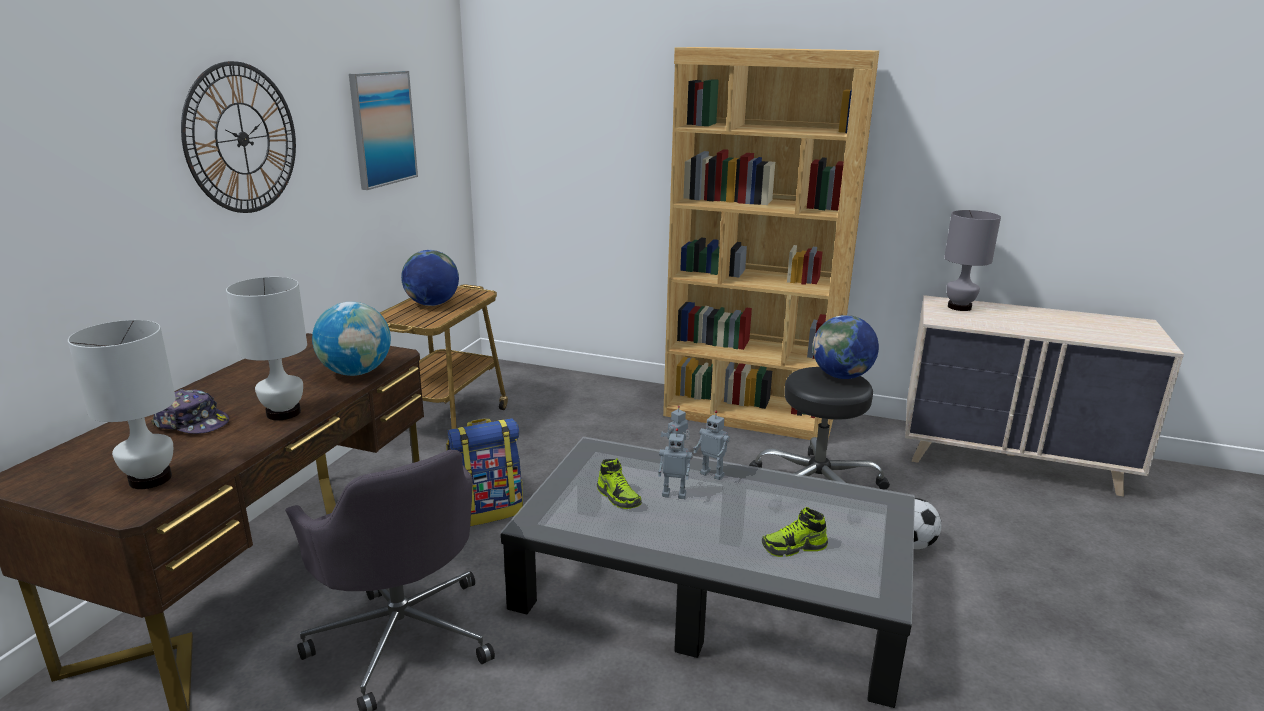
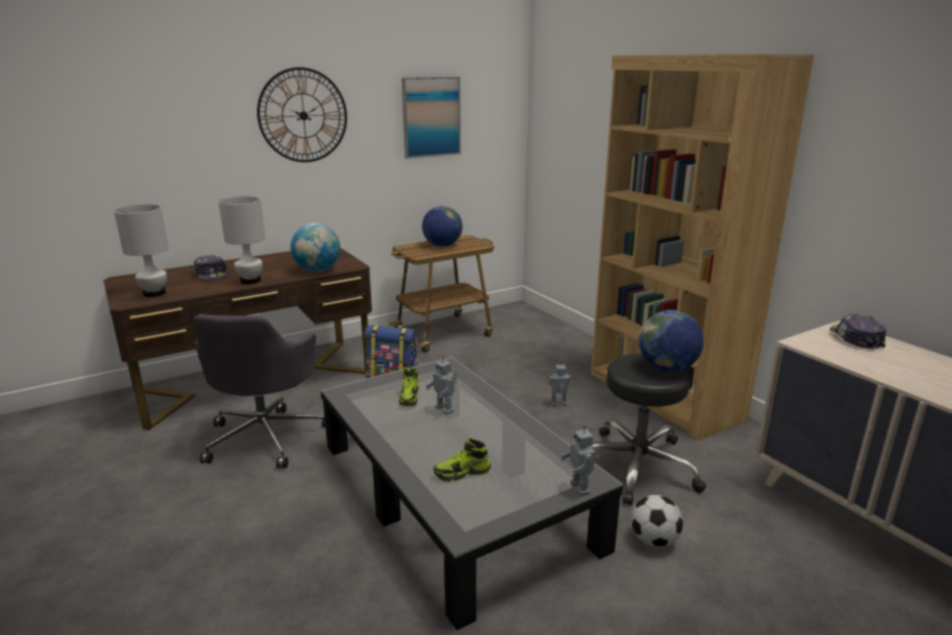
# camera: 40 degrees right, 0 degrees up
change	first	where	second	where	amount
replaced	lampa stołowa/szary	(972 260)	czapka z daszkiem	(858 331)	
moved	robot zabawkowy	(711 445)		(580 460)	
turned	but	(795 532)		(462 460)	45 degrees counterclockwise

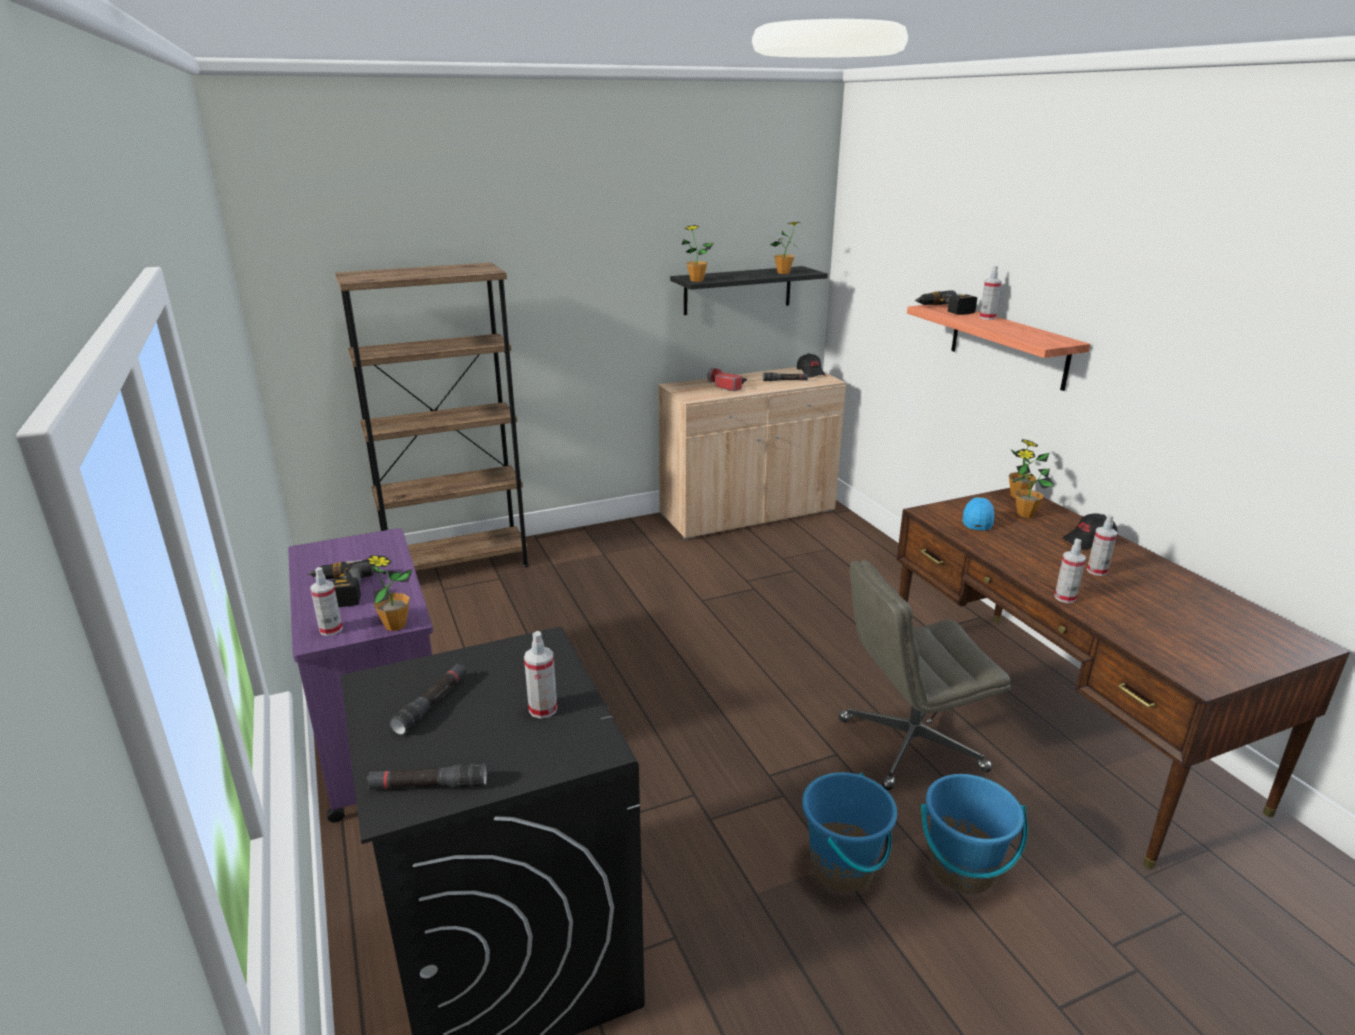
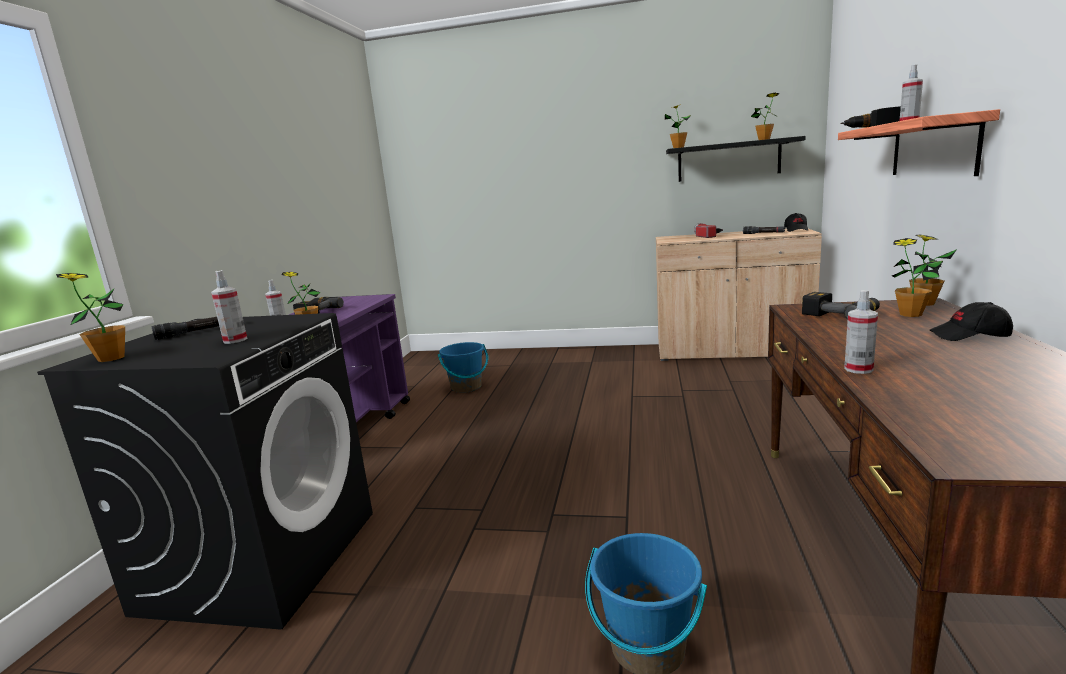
# camera: 35 degrees right, 10 degrees down
change	first	where	second	where	amount
removed	regał/brązowy	(432 417)			
replaced	czapka z daszkiem/niebieski	(978 514)	wiertarka	(841 305)	
removed	spryskiwacz	(1102 545)			
removed	krzesło biurowe/szary	(924 675)			
replaced	latarka/czarny	(426 776)	roślina doniczkowa	(90 317)	
moved	wiadro/niebieski	(849 832)		(463 367)	

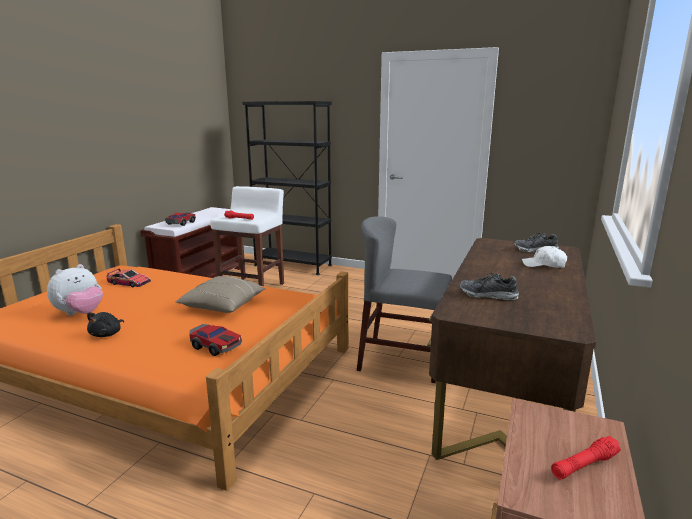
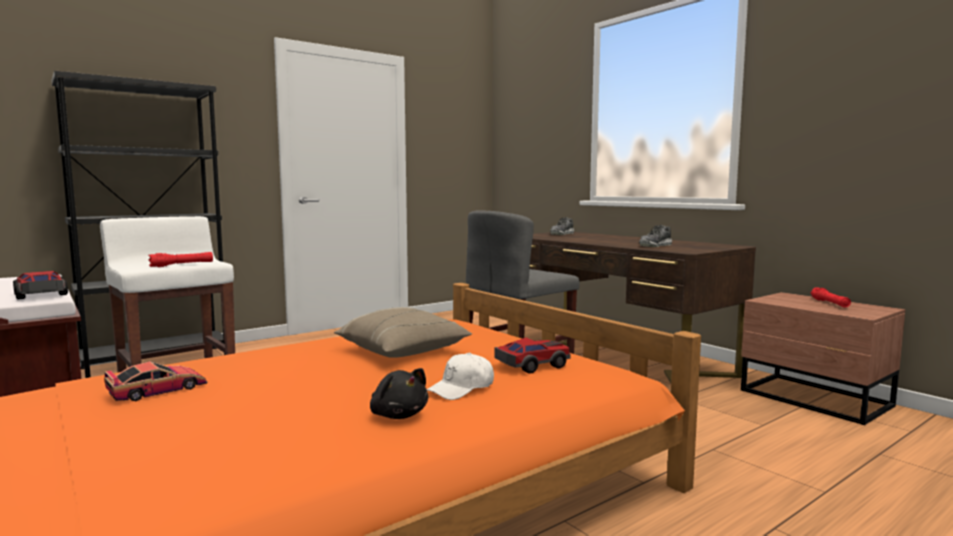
# camera: 60 degrees left, 10 degrees down
change	first	where	second	where	amount
moved	czapka z daszkiem/biały	(544 257)		(460 376)	
removed	pluszak	(75 290)			

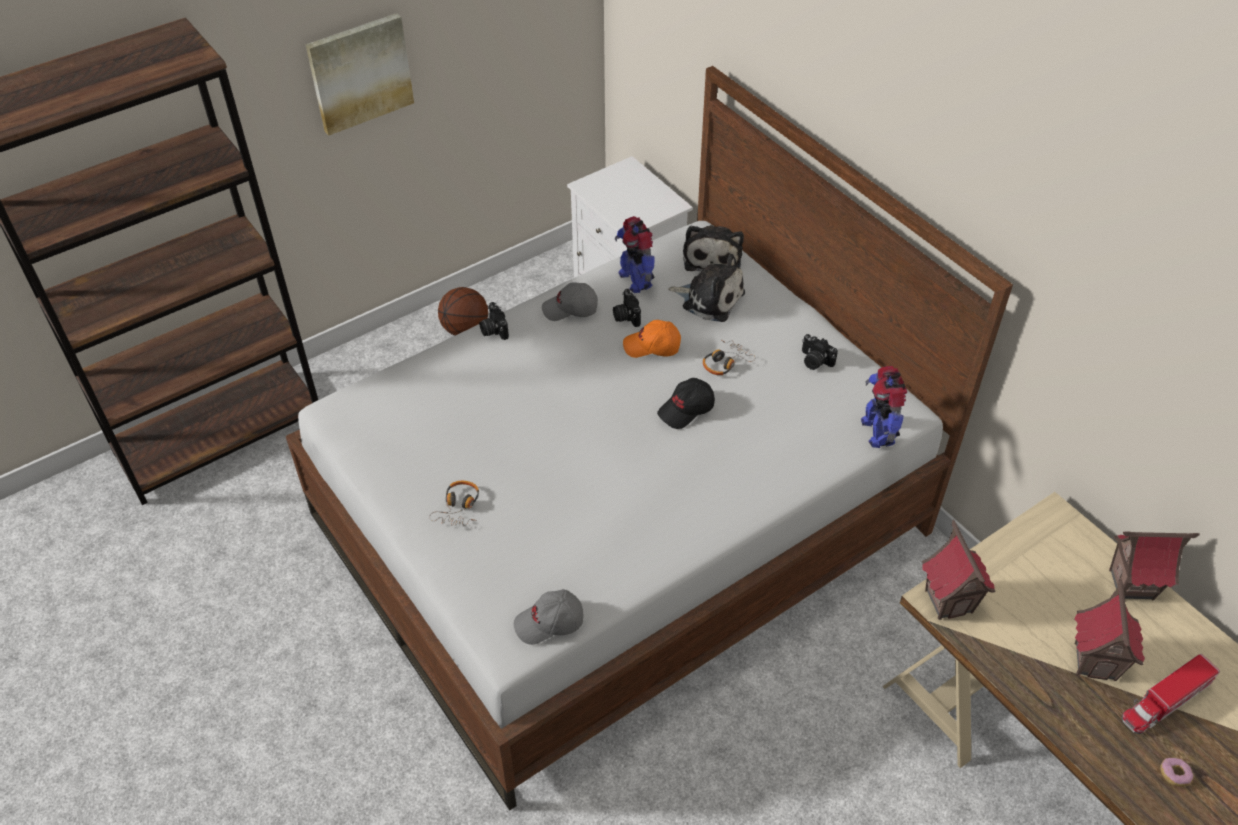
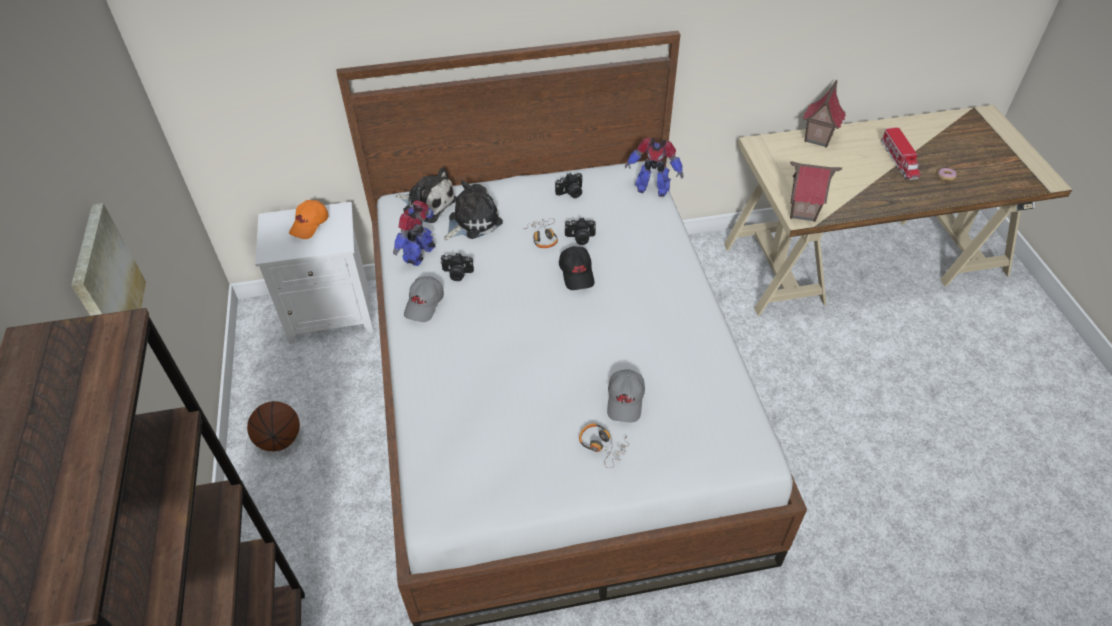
# camera: 65 degrees left, 0 degrees up
change	first	where	second	where	amount
turned	robot zabawkowy	(635 254)		(414 233)	120 degrees clockwise
moved	aparat fotograficzny	(494 321)		(580 231)	
moved	czapka z daszkiem/pomarańczowy	(652 339)		(309 219)	
removed	domek	(1109 630)			
moved	czapka z daszkiem/szary	(549 617)		(626 395)	

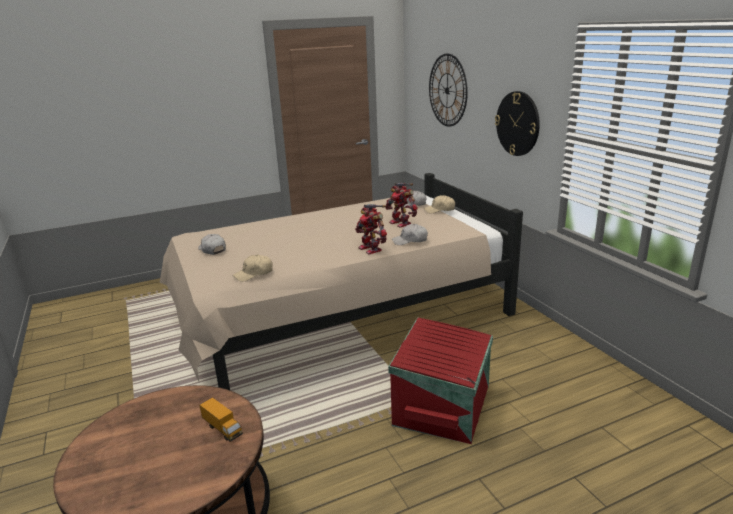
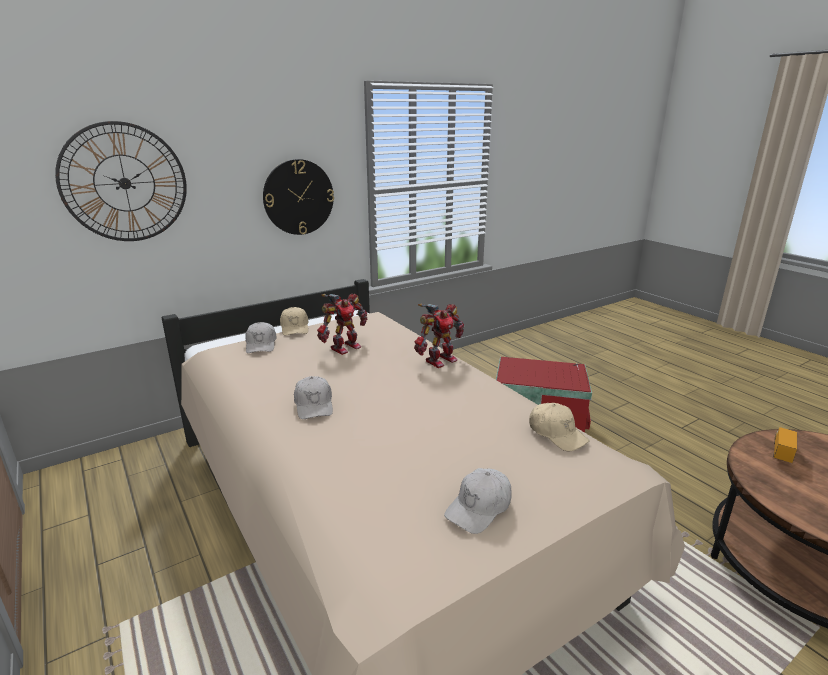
# camera: 100 degrees left, 0 degrees up
change	first	where	second	where	amount
moved	czapka z daszkiem/biały	(410 234)		(313 397)	

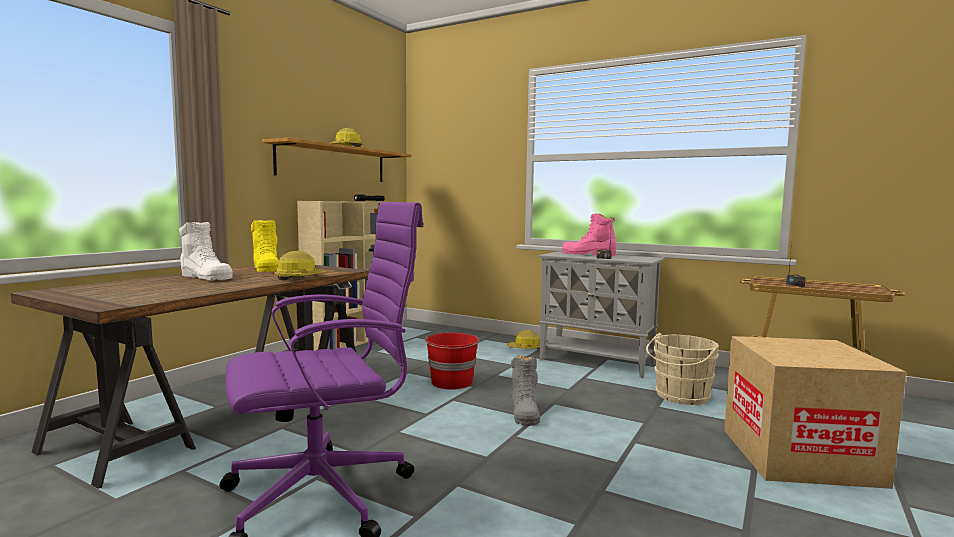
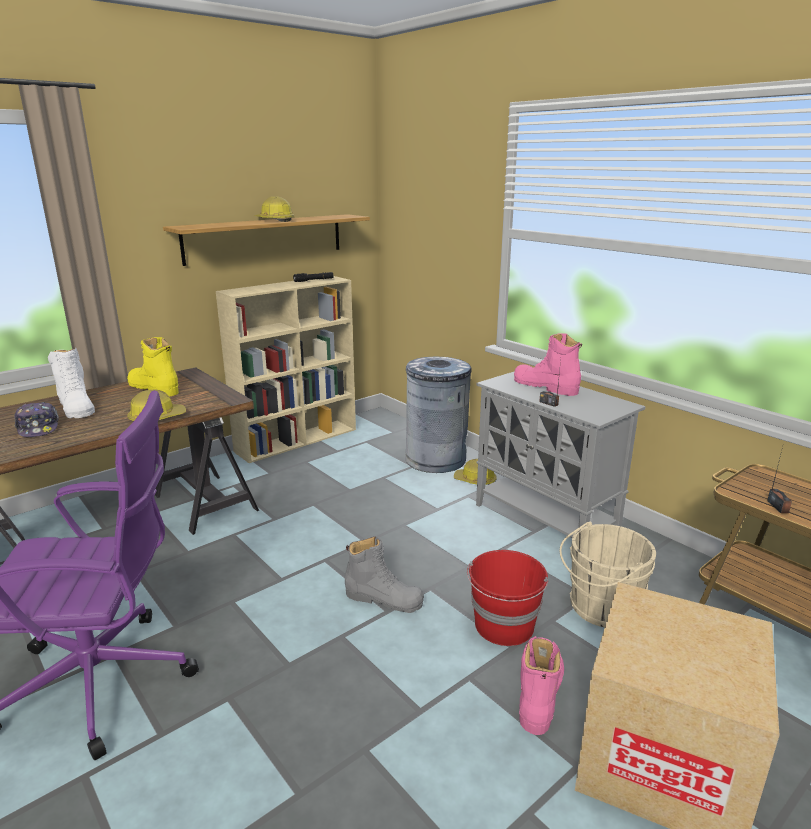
# camera: 20 degrees right, 15 degrees up
change	first	where	second	where	amount
turned	but z cholewką/żółty	(265 246)		(153 367)	135 degrees clockwise
moved	wiadro/czerwony	(452 361)		(508 598)	
turned	but z cholewką/szary	(525 391)		(384 574)	90 degrees counterclockwise
added			kosz na śmieci/szary	(438 415)	
added			czapka z daszkiem	(36 419)	
added			but z cholewką/różowy	(541 685)	

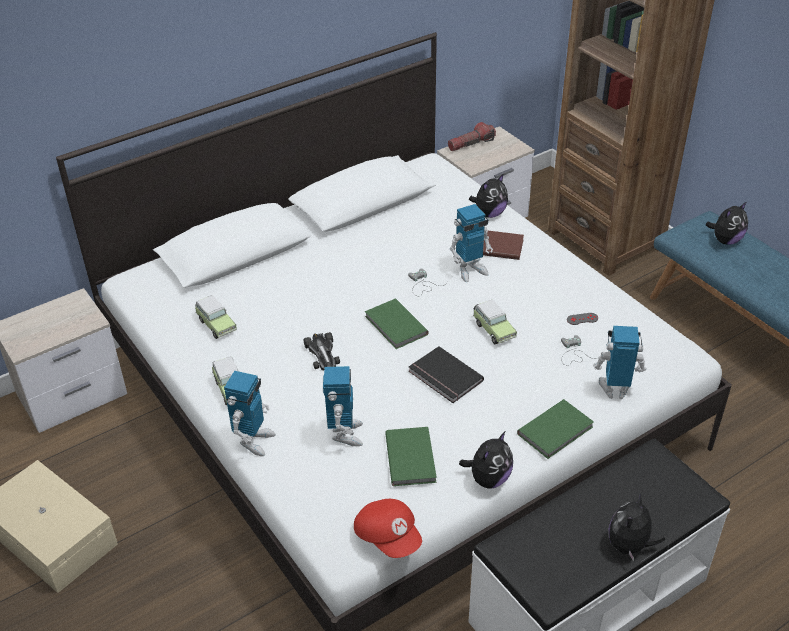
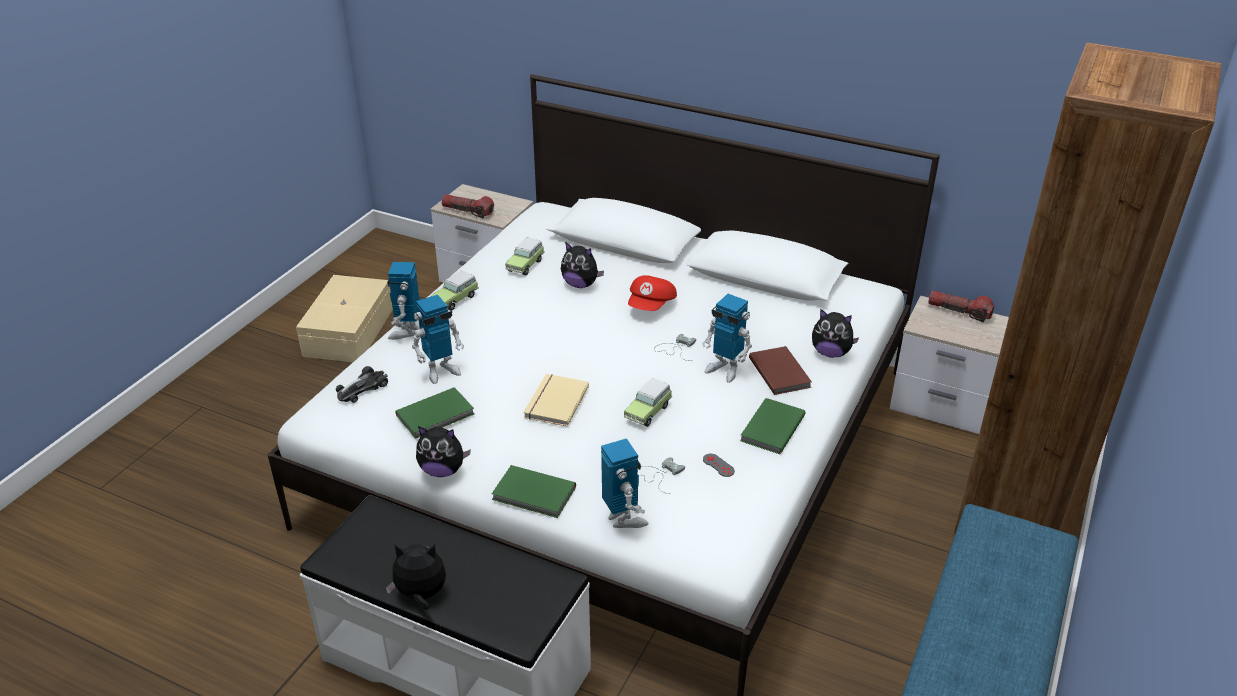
# camera: 60 degrees right, 5 degrees down
change	first	where	second	where	amount
moved	pluszak	(727 223)		(582 265)	
moved	książka/zielony	(397 323)		(773 426)	
moved	samochodzik	(322 351)		(362 384)	
recoloured	książka/czarny	(446 374)	książka/beżowy	(556 400)	
turned	robot zabawkowy	(250 413)		(403 301)	105 degrees clockwise
moved	czapka z daszkiem/czerwony	(388 528)		(652 293)	
added			latarka	(467 206)	

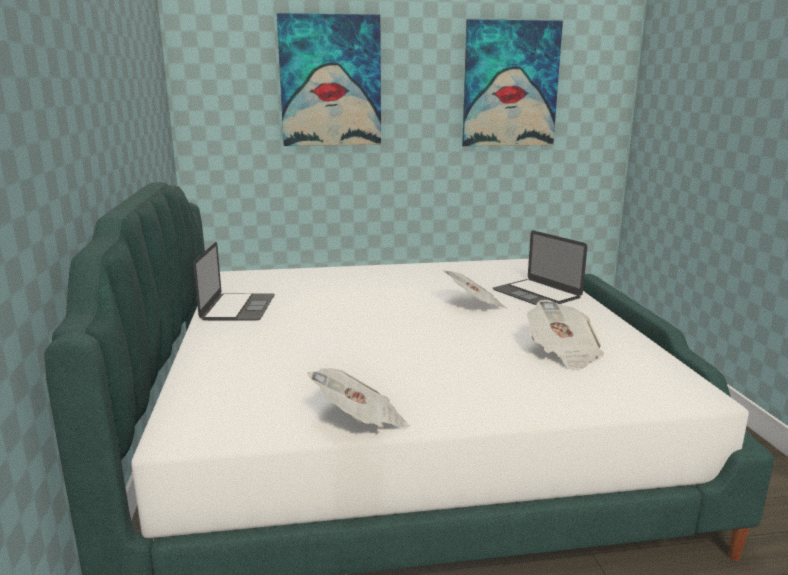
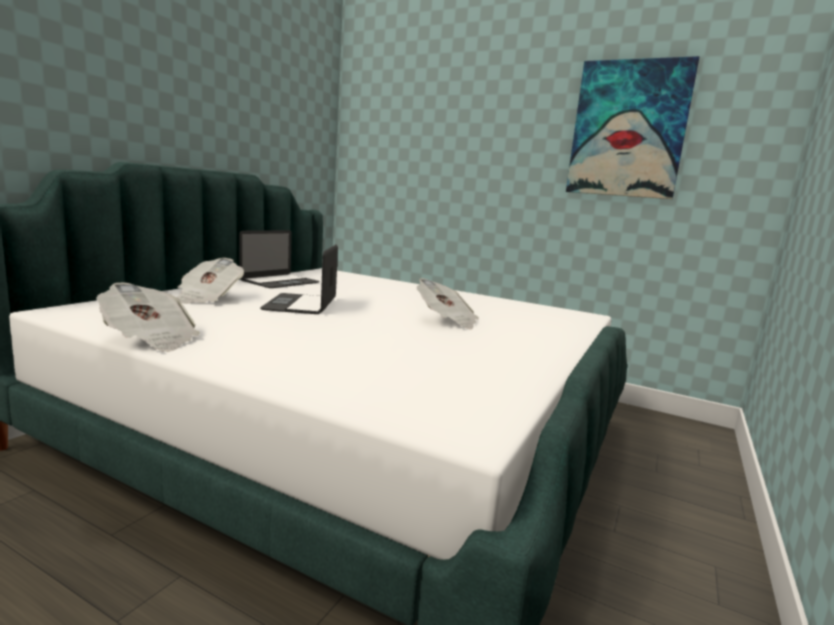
# camera: 35 degrees right, 5 degrees down
change	first	where	second	where	amount
removed	obraz	(329 79)			
moved	laptop	(540 267)		(299 279)	
moved	gazeta	(565 335)		(210 281)	

